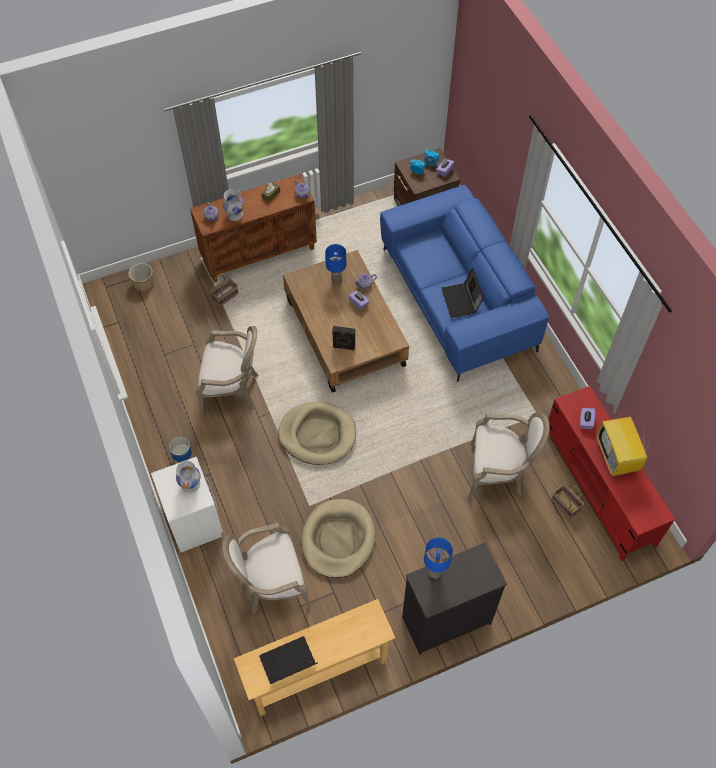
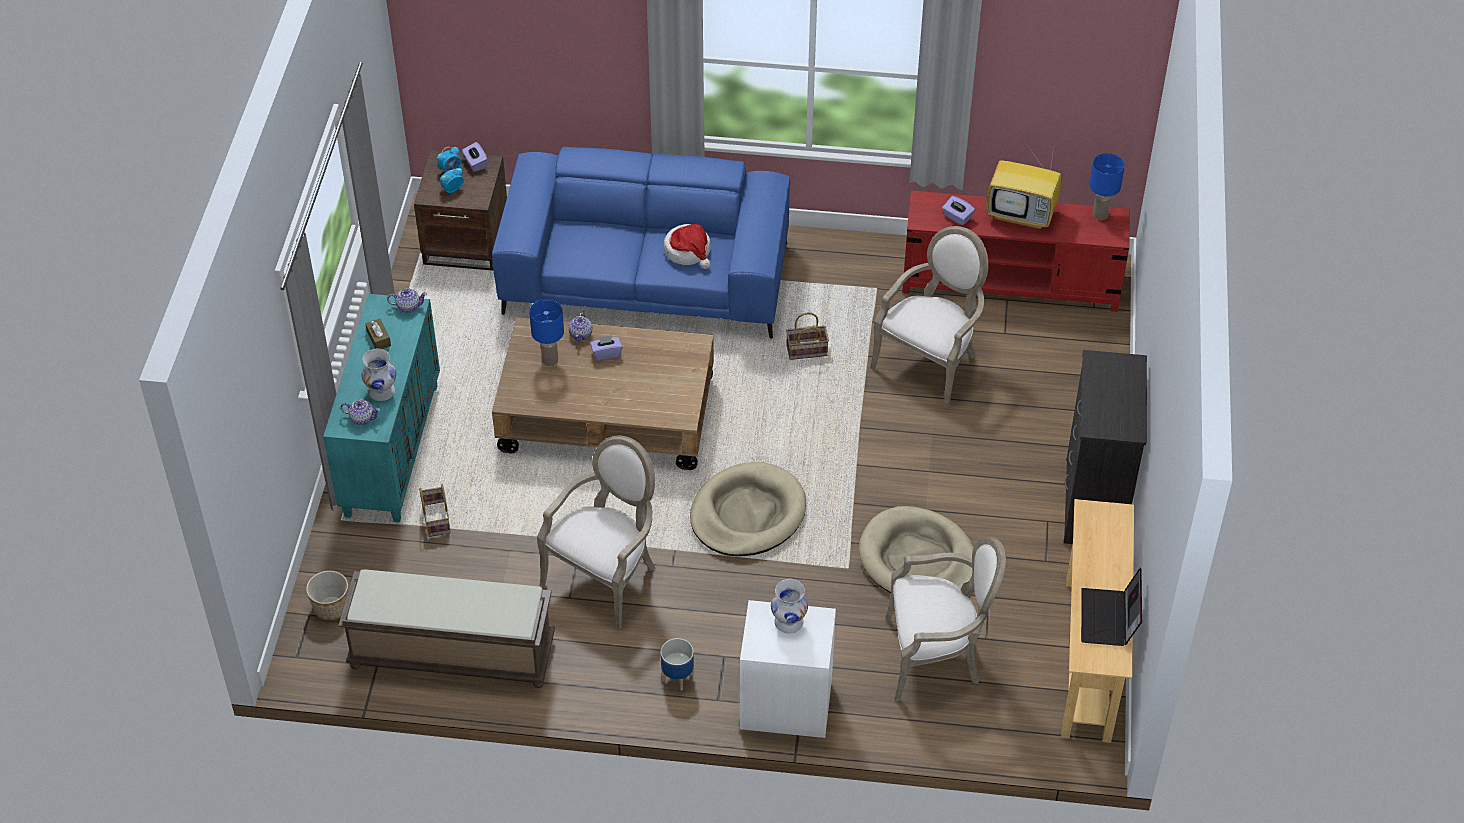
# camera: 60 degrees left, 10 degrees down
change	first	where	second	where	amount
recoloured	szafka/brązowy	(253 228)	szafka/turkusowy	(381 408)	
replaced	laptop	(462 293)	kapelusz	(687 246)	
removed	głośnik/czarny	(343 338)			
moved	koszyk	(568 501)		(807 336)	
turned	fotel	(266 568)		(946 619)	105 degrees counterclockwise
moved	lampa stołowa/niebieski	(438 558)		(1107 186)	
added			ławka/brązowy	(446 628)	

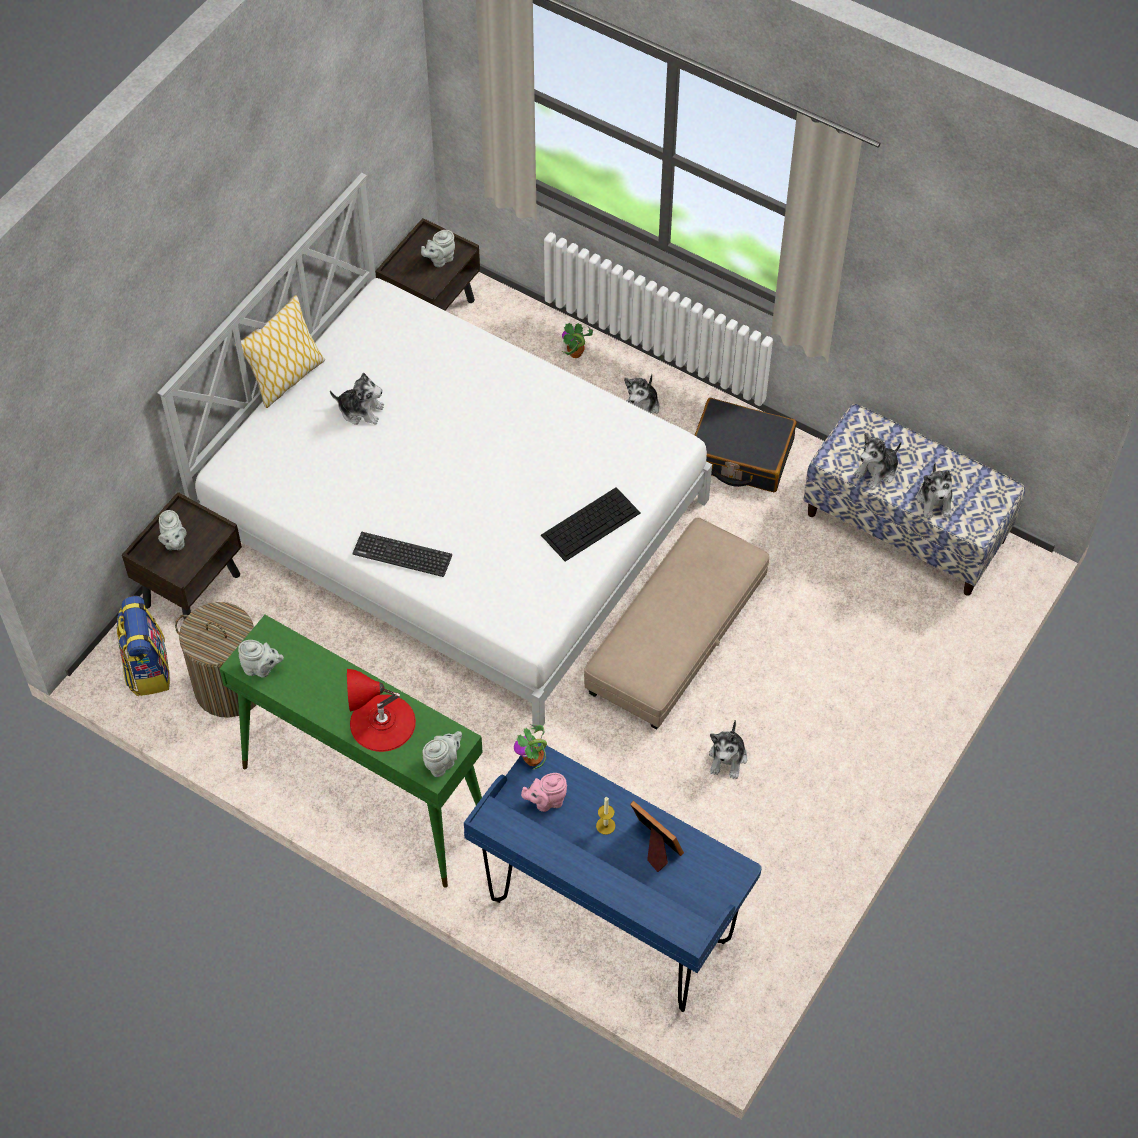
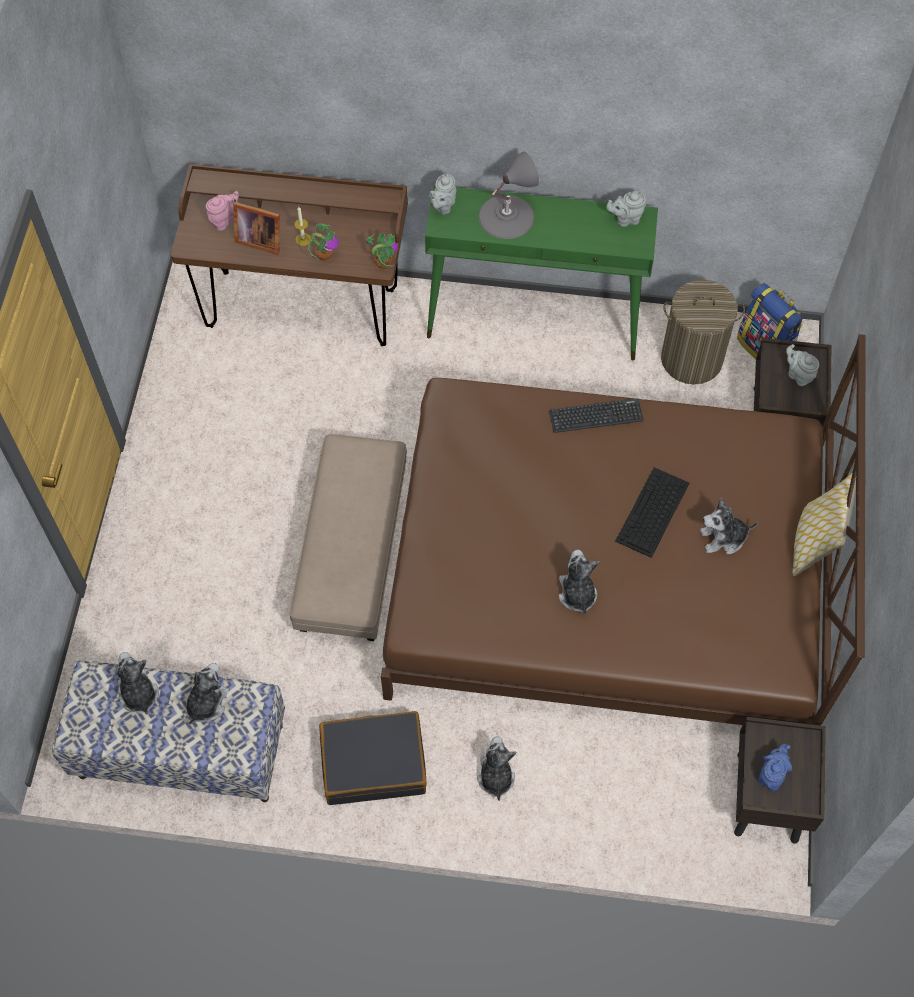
# camera: 155 degrees right, 5 degrees up
change	first	where	second	where	amount
recoloured	łóżko/biały	(435 449)	łóżko/brązowy	(623 530)	
recoloured	imbryk/szary	(438 248)	imbryk/niebieski	(775 767)	
moved	roślina doniczkowa	(577 340)		(323 242)	
moved	klawiatura	(591 524)		(652 512)	
recoloured	lampa stołowa/czerwony	(381 710)	lampa stołowa/szary	(509 195)	
moved	pluszak	(728 749)		(579 582)	
recoloured	biurko/niebieski	(613 877)	biurko/brązowy	(289 255)	
moved	imbryk/różowy	(544 792)		(222 211)	

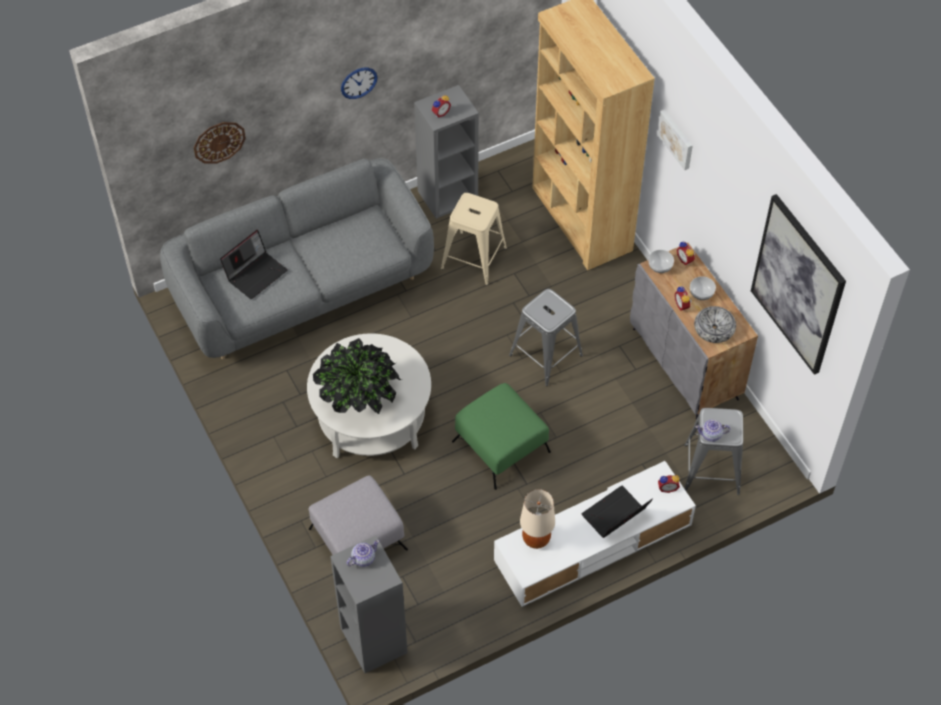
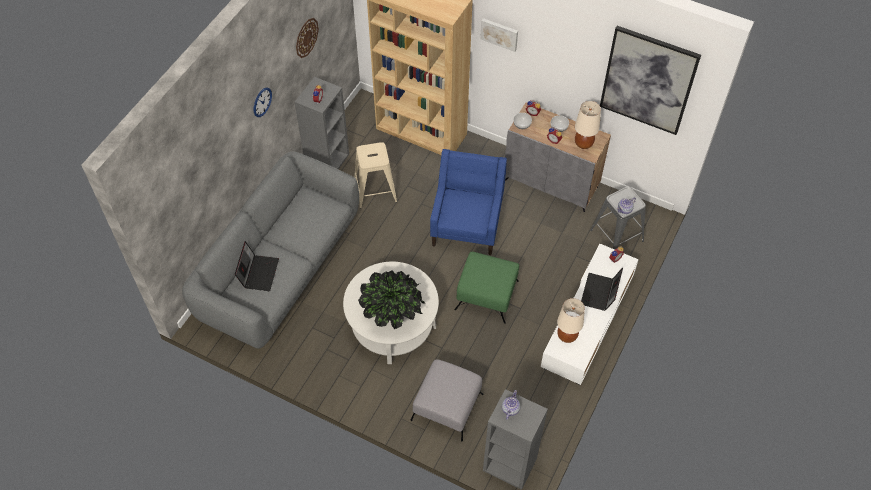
# camera: 35 degrees left, 0 degrees up
change	first	where	second	where	amount
moved	zegar ścienny	(220 143)		(307 38)	
replaced	stołek/szary	(546 337)	fotel/niebieski	(468 202)	
replaced	miska	(715 324)	lampa stołowa/beżowy	(588 125)	

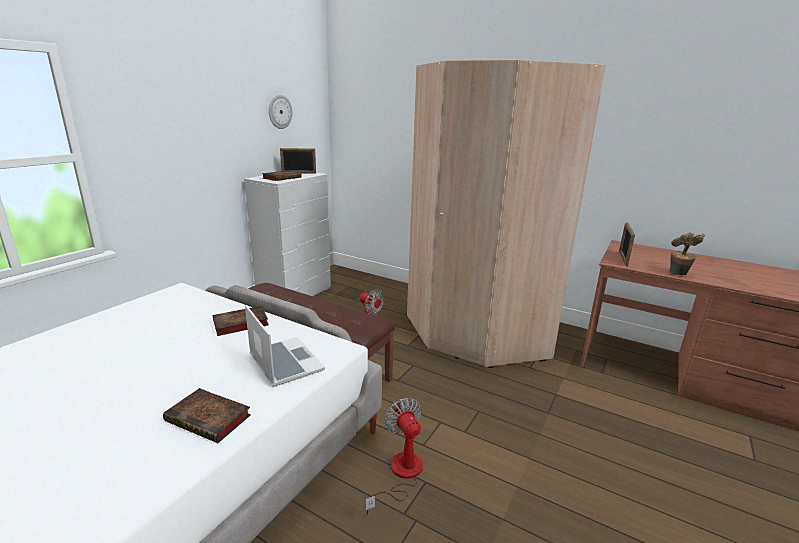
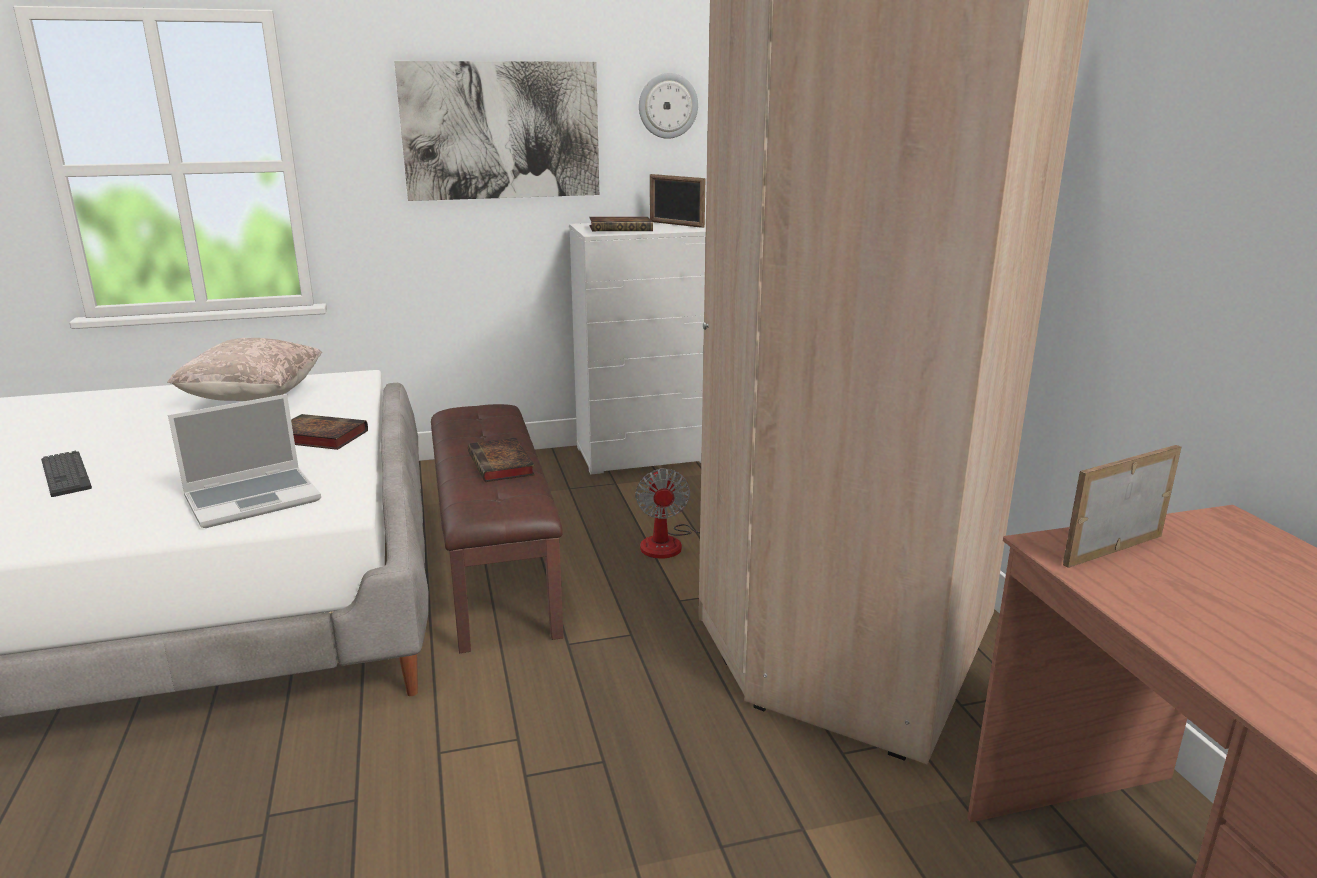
# camera: 45 degrees right, 0 degrees up
change	first	where	second	where	amount
removed	roślina doniczkowa	(687 253)			
turned	laptop	(285 346)		(244 461)	45 degrees clockwise
moved	książka	(207 415)		(501 460)	
removed	wentylator	(394 456)			
added			obraz	(496 131)	
added			poduszka/beżowy	(244 369)	
added			klawiatura	(66 474)	

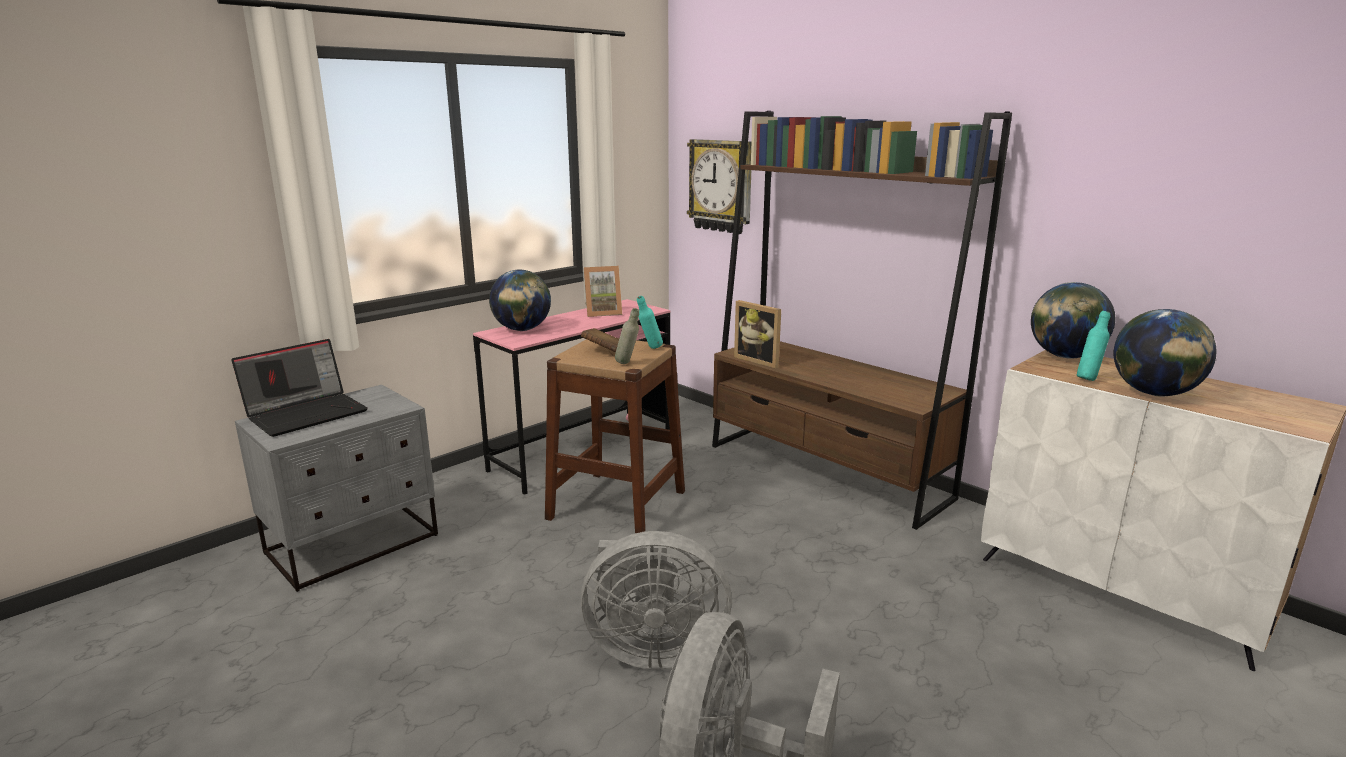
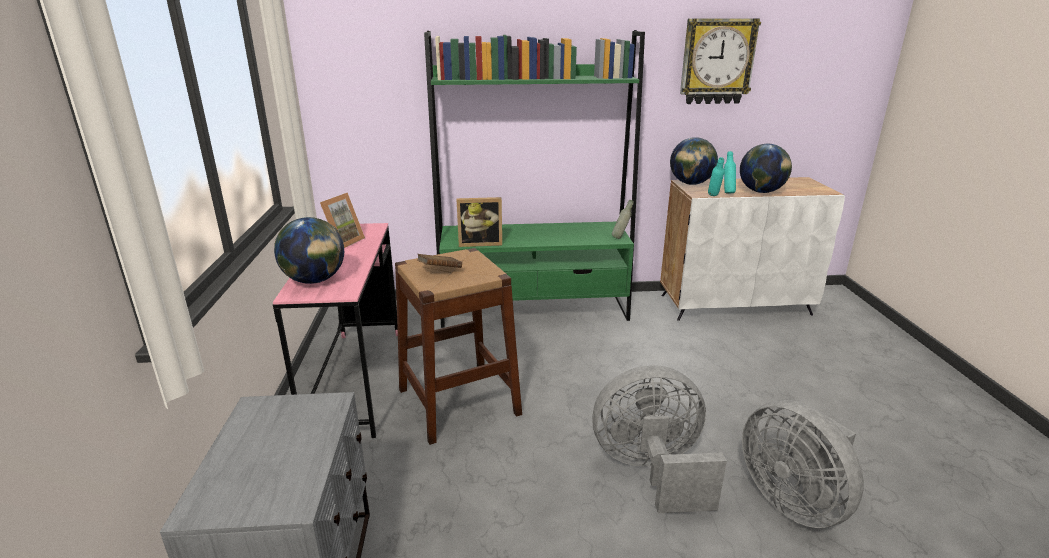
# camera: 50 degrees left, 5 degrees up
change	first	where	second	where	amount
recoloured	regał/brązowy	(862 320)	regał/zielony	(534 179)	
moved	zegar ścienny	(719 186)		(720 61)	
moved	butelka/turkusowy	(650 322)		(716 176)	
moved	butelka/szary	(627 336)		(623 219)	
removed	laptop	(299 388)			
turned	wentylator/szary	(656 600)		(659 439)	135 degrees counterclockwise

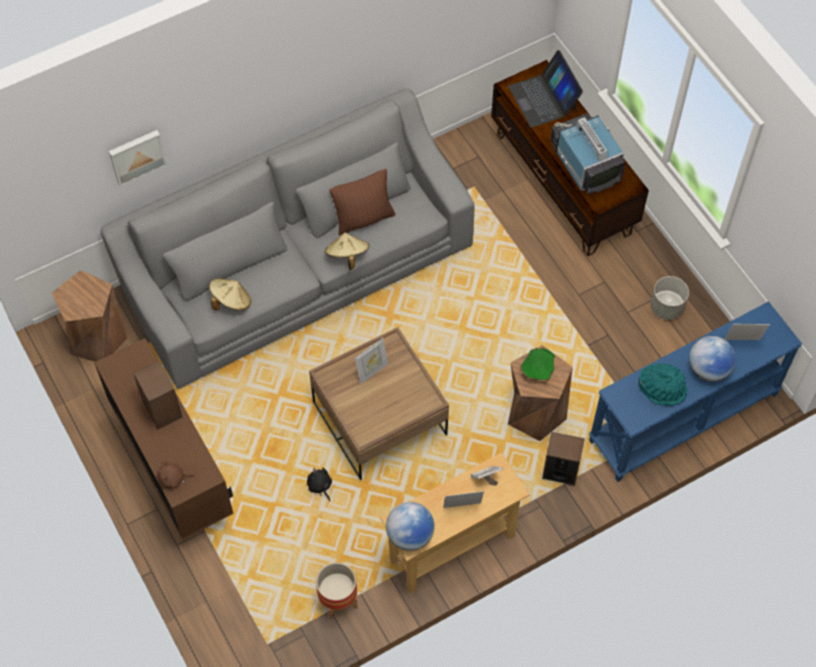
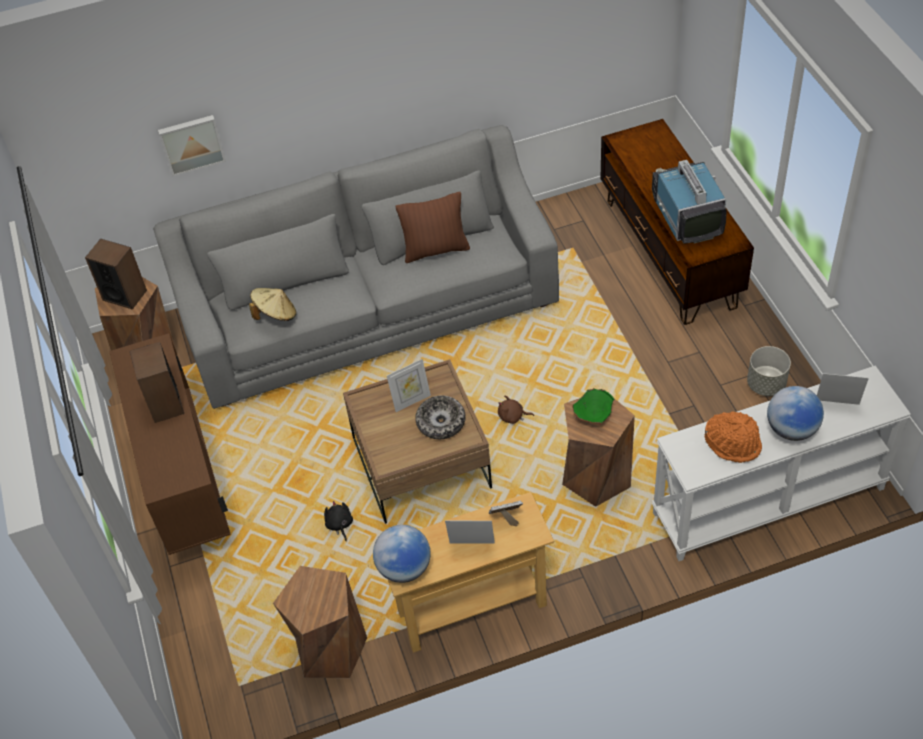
# camera: 15 degrees right, 10 degrees down
change	first	where	second	where	amount
removed	laptop	(545 89)			
removed	kapelusz/beżowy	(347 251)			
recoloured	stolik konsolowy/niebieski	(695 391)	stolik konsolowy/biały	(781 463)	
recoloured	kapelusz/turkusowy	(662 384)	kapelusz/pomarańczowy	(733 437)	
moved	głośnik	(563 459)		(116 274)	
moved	pluszak/brązowy	(176 475)		(516 410)	
replaced	donica	(337 590)	stołek/brązowy	(320 622)	
added			miska	(440 417)	

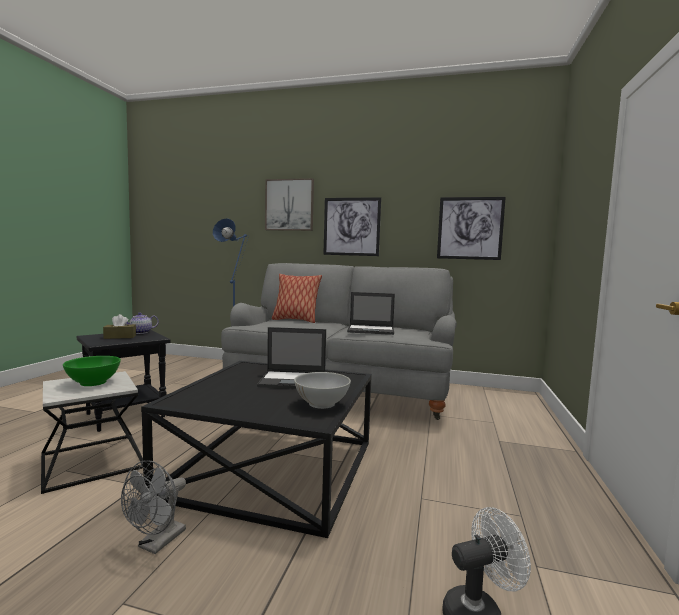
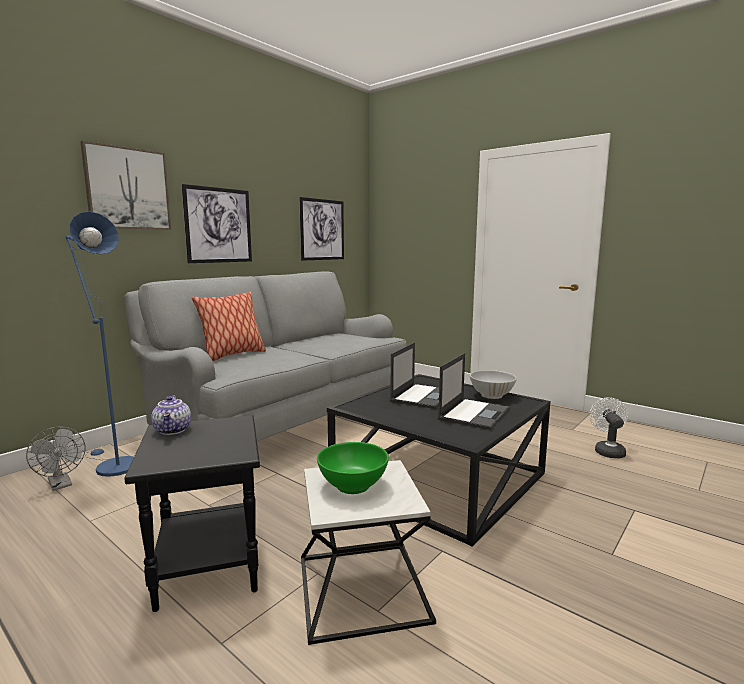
# camera: 65 degrees left, 5 degrees up
change	first	where	second	where	amount
moved	laptop	(371 313)		(474 391)	
removed	pudełko chusteczek/brązowy	(119 326)			
moved	wentylator/szary	(153 507)		(56 459)	

